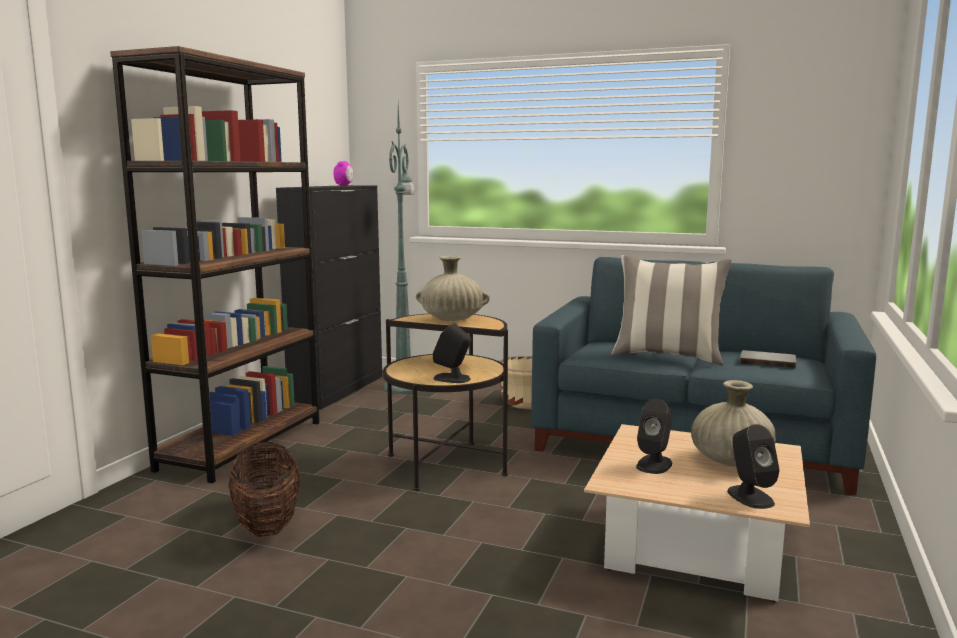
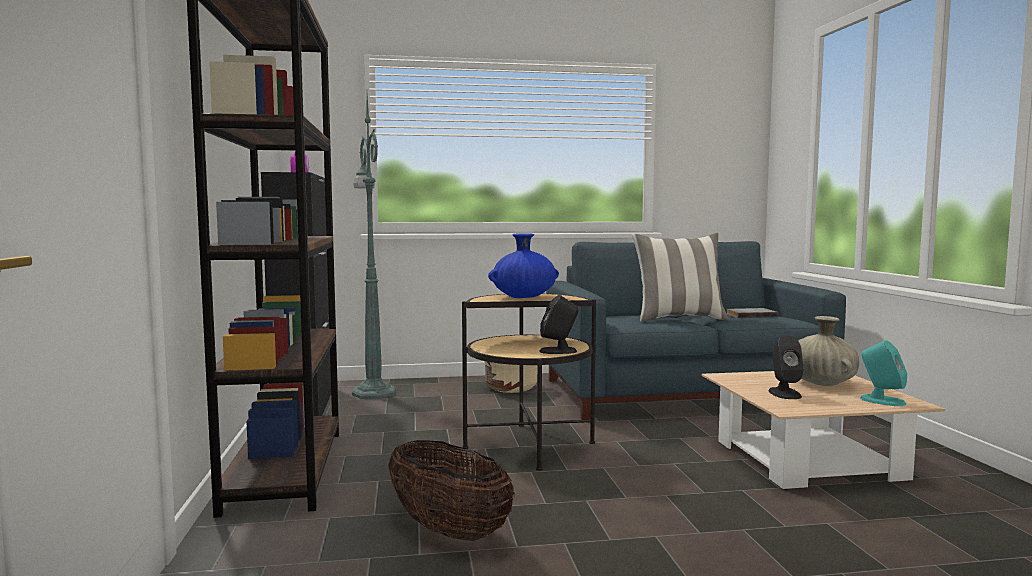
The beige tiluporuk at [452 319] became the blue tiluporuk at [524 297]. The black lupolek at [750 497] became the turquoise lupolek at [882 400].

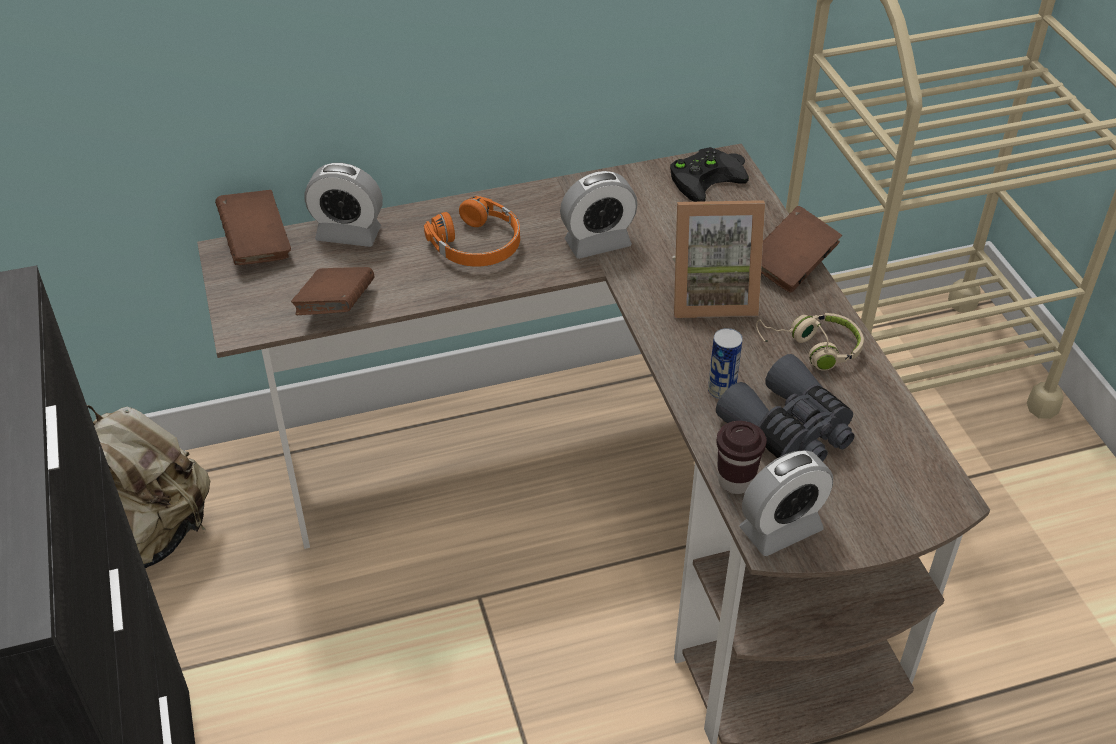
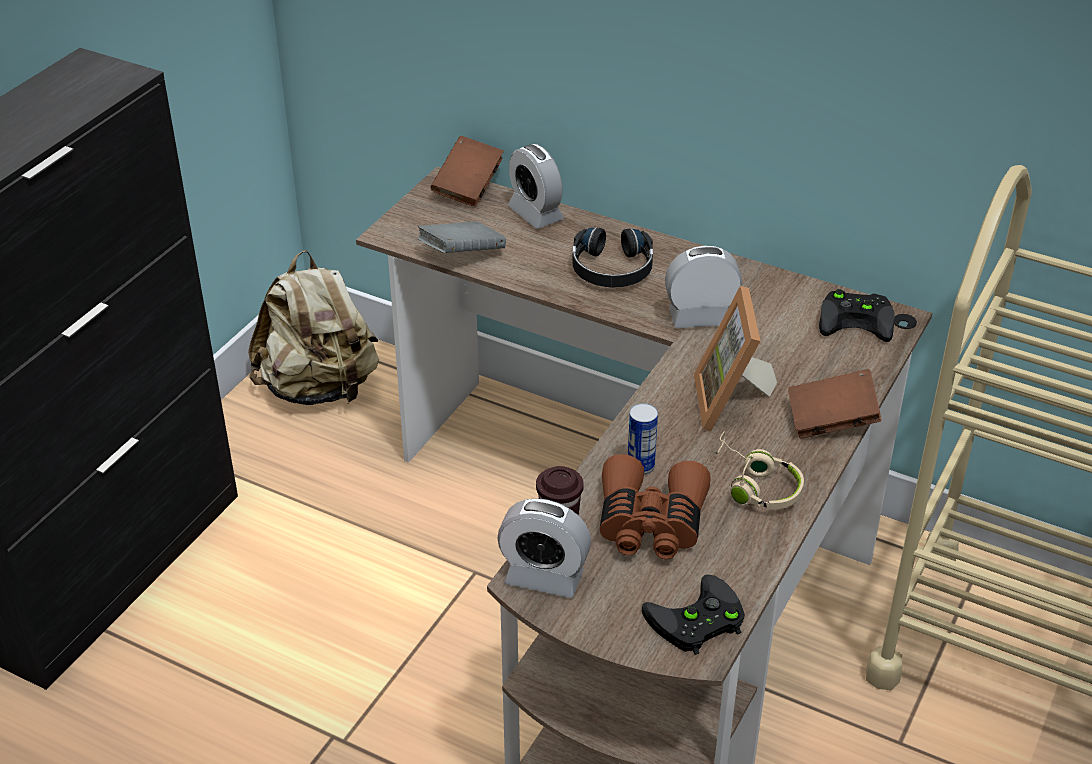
The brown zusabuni at [336 307] became the grey zusabuni at [462 254]. The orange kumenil at [477 245] became the black kumenil at [612 269]. The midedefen at [597 243] turned 150 degrees clockwise. The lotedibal at [711 295] turned 45 degrees clockwise. The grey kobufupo at [790 430] became the brown kobufupo at [650 524]. The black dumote at [695 622] appeared.

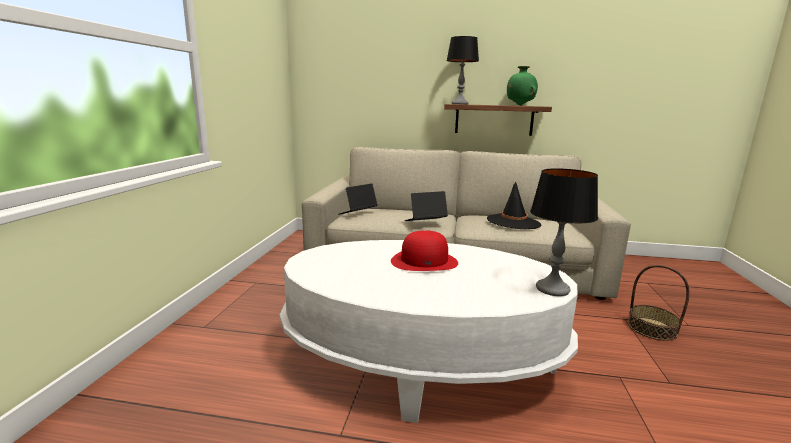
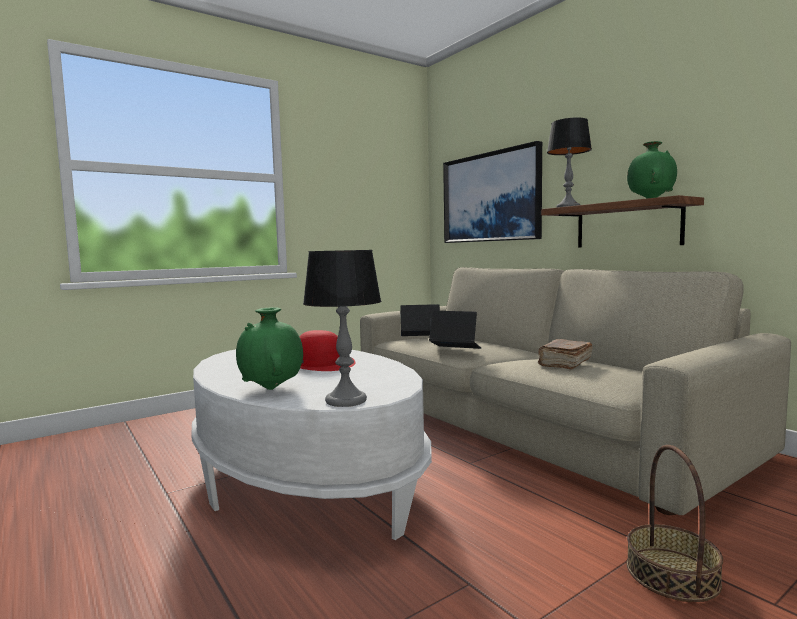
The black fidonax at [513 222] was replaced by the brown zusabuni at [564 363]. The green tiluporuk at [272 389] appeared. The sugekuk at [490 197] appeared.

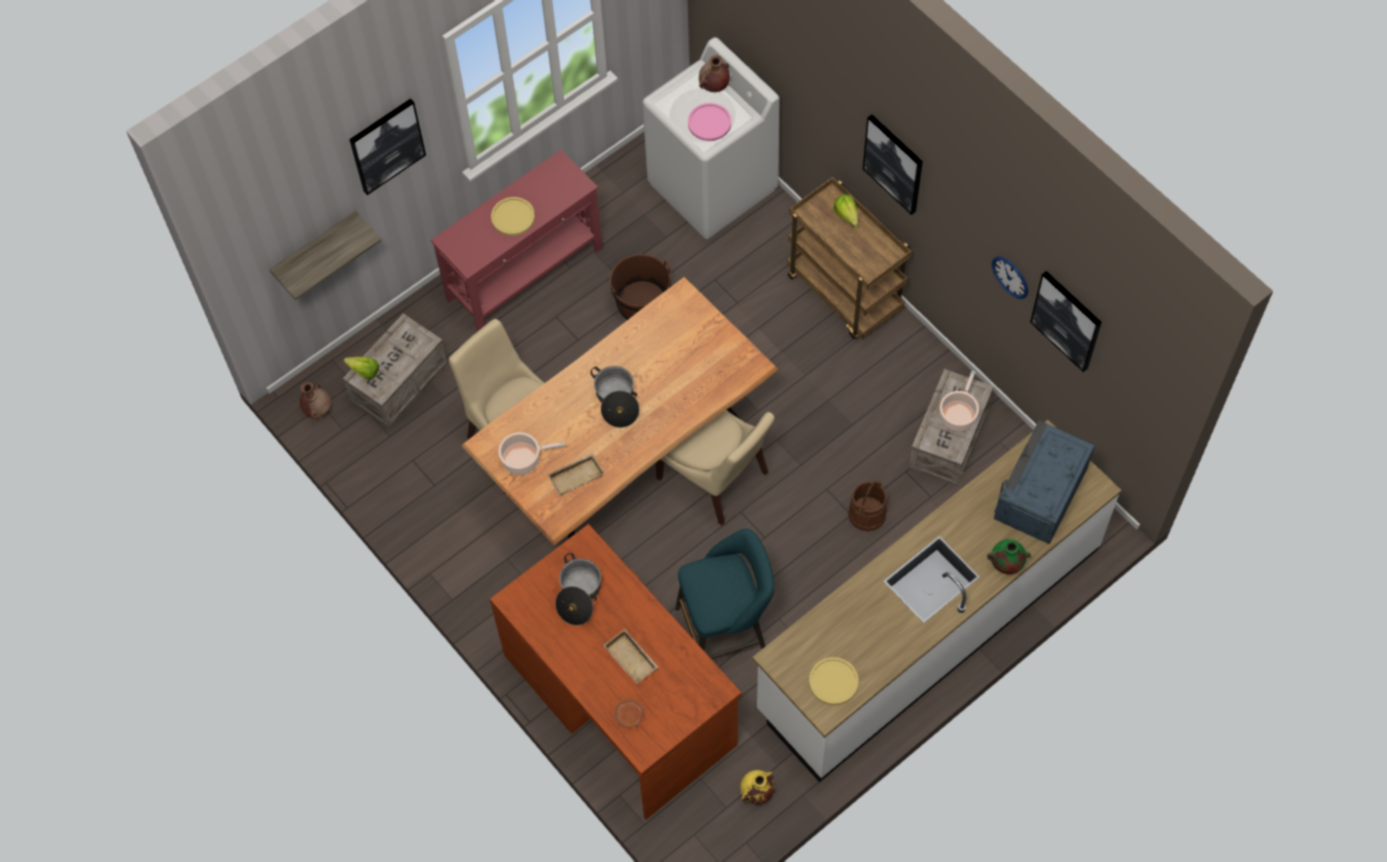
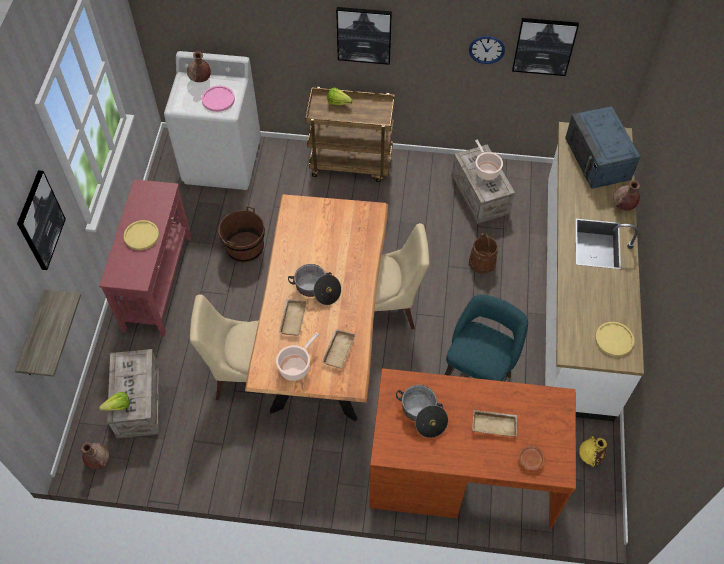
The green tiluporuk at [1006 563] became the brown tiluporuk at [623 205]. The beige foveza at [292 318] appeared.

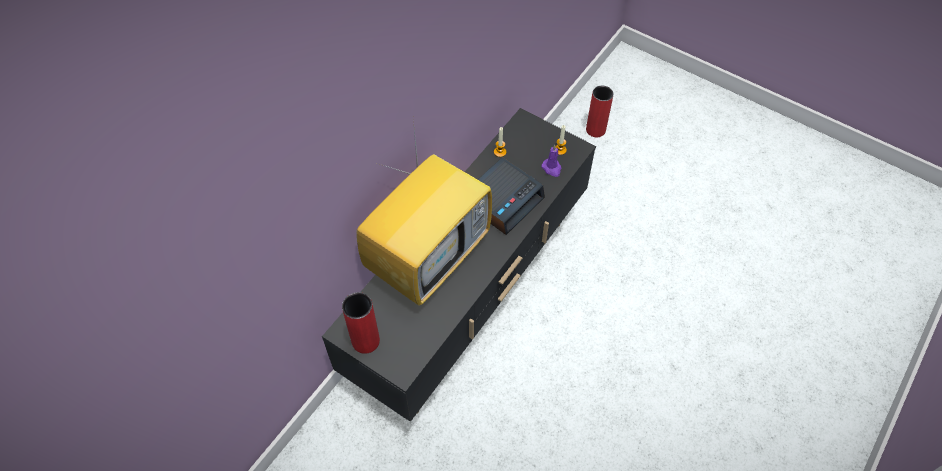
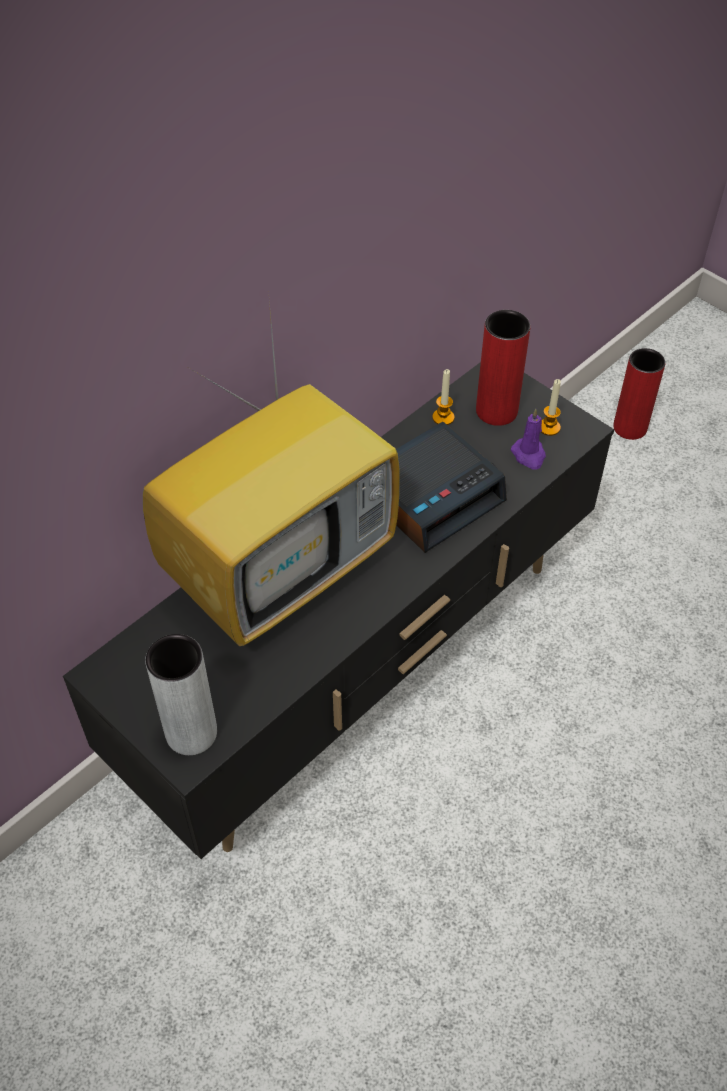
The red tiluporuk moved from [365 341] to [496 411]. The grey tiluporuk at [191 732] appeared.

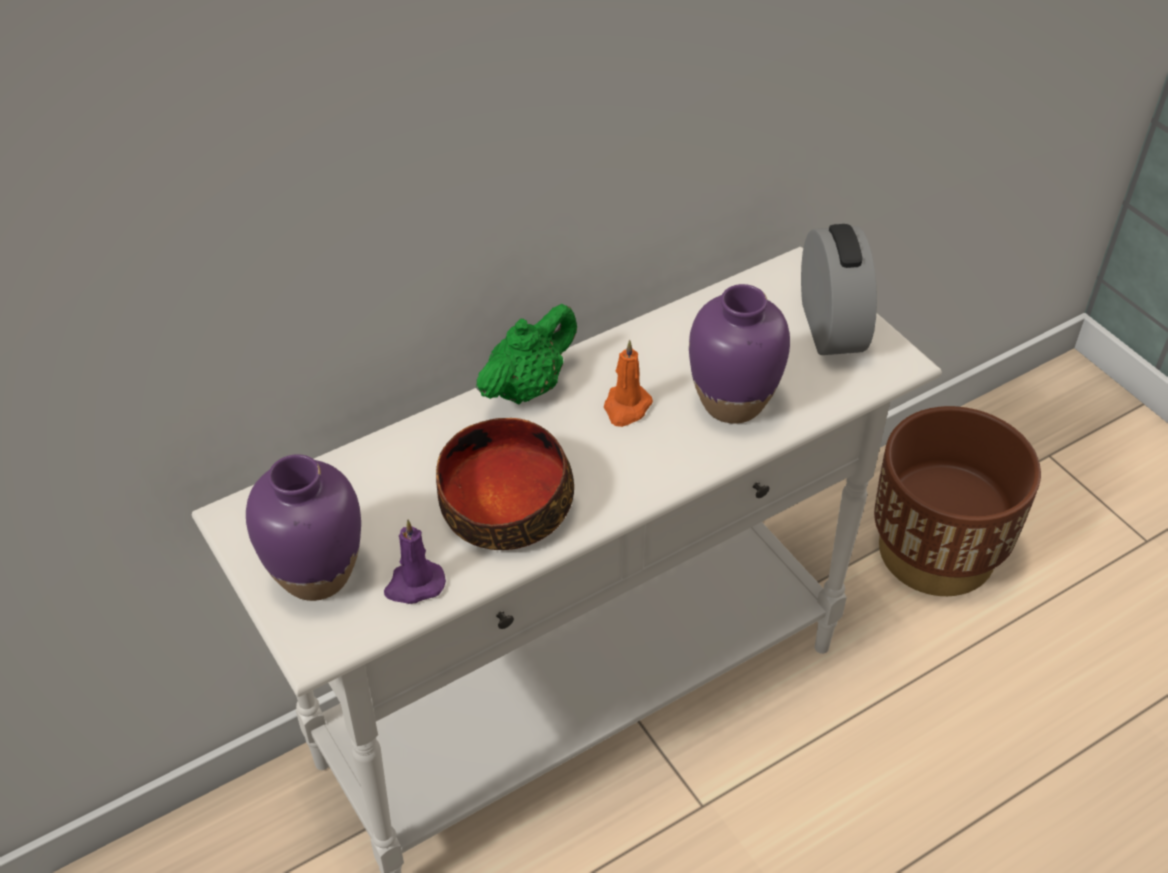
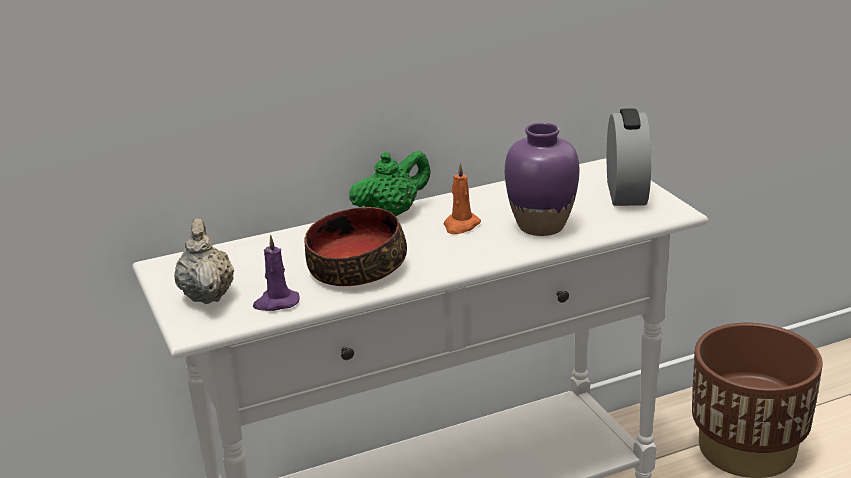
The purple tiluporuk at [315 574] was replaced by the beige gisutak at [207 294].

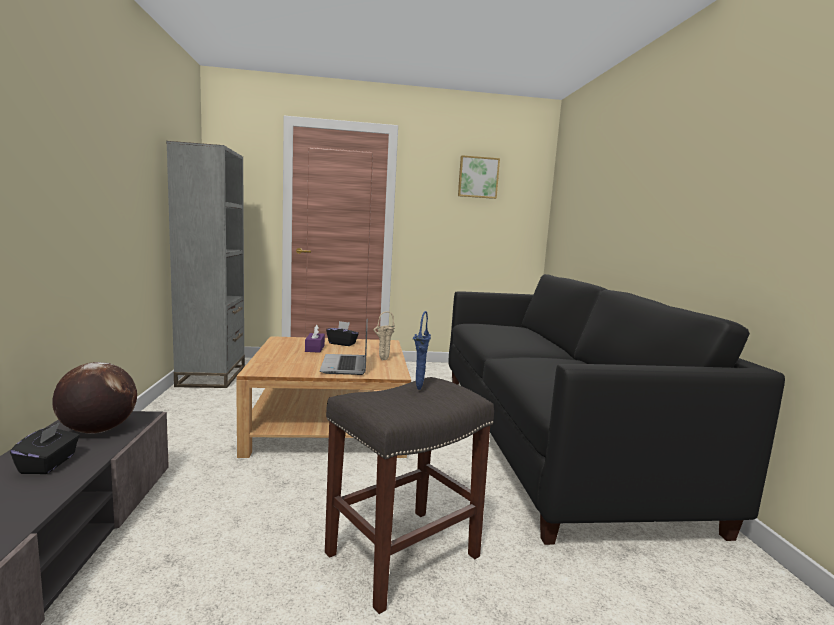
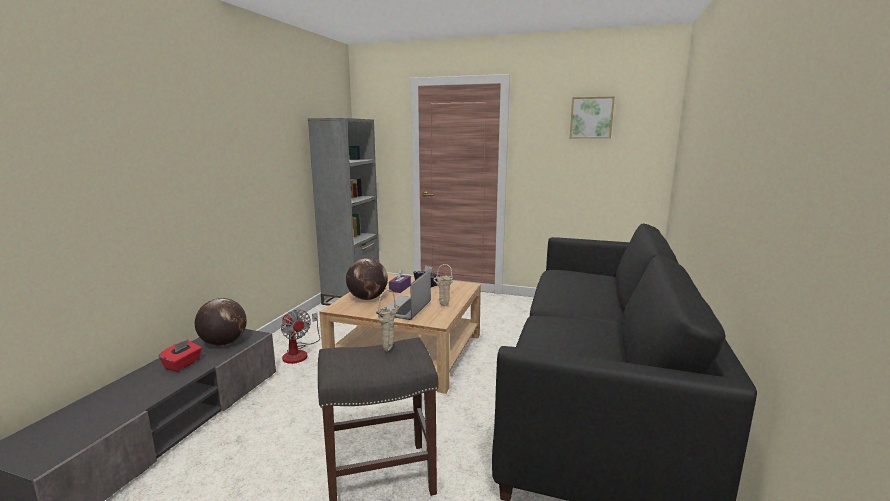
The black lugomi at [48 464] became the red lugomi at [183 364]. The blue tiluporuk at [419 388] became the beige tiluporuk at [389 349]. The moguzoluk at [299 353] appeared. The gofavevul at [367 298] appeared.

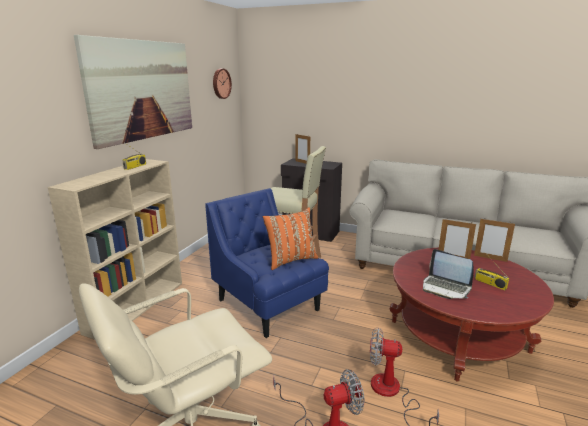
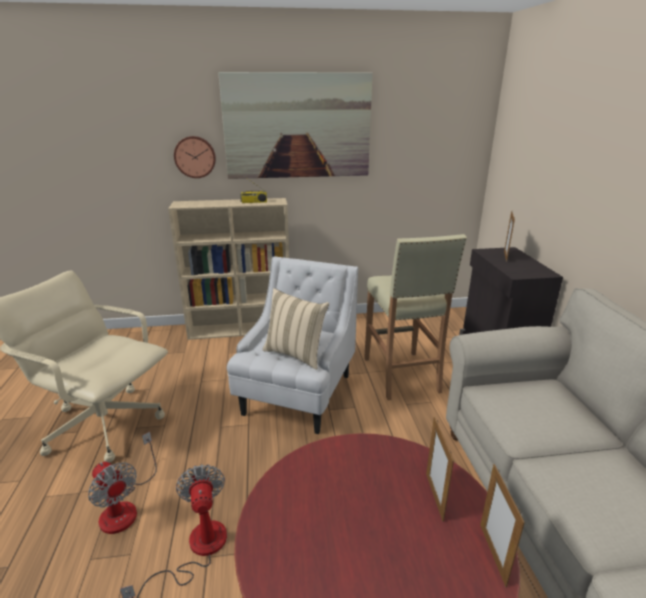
The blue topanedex at [269 305] became the white topanedex at [297 395]. The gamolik moved from [221 83] to [195 157]. The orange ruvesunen at [290 260] became the beige ruvesunen at [296 354]. The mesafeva at [445 288] disappeared. The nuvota at [489 283] disappeared.

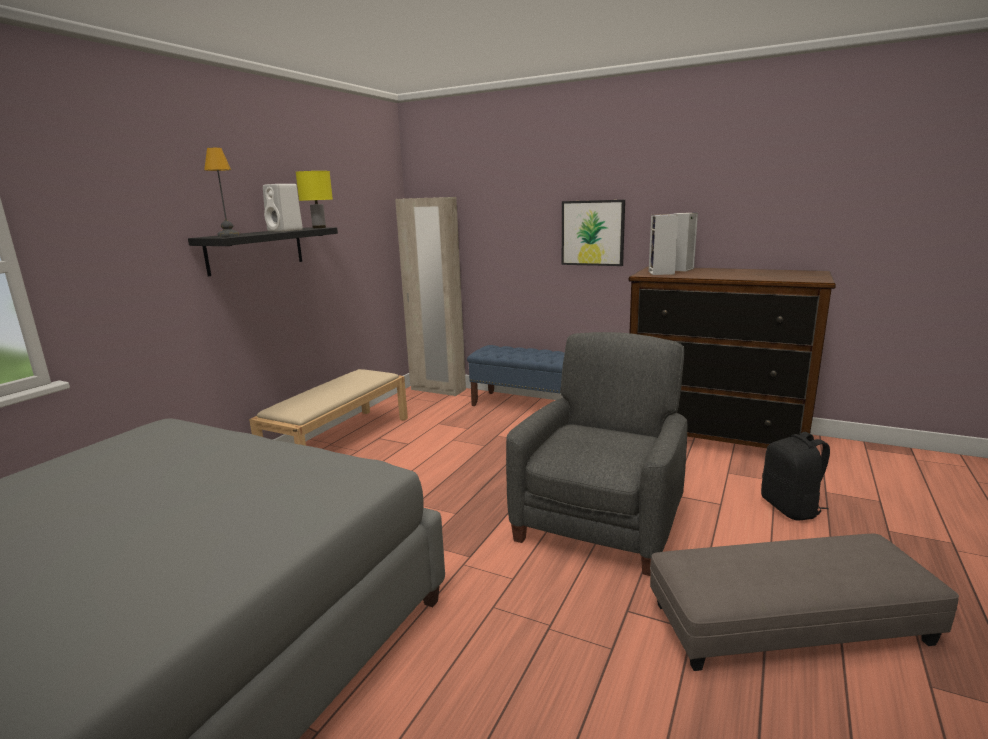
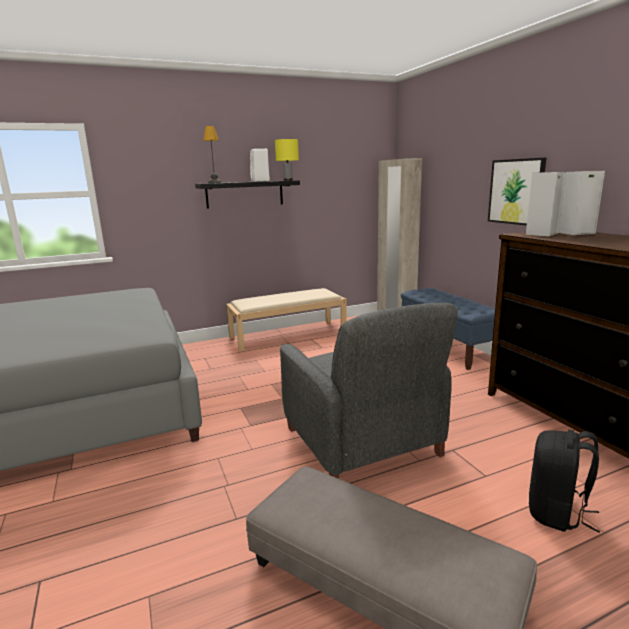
The grey topanedex at [600 521] turned 90 degrees clockwise.

